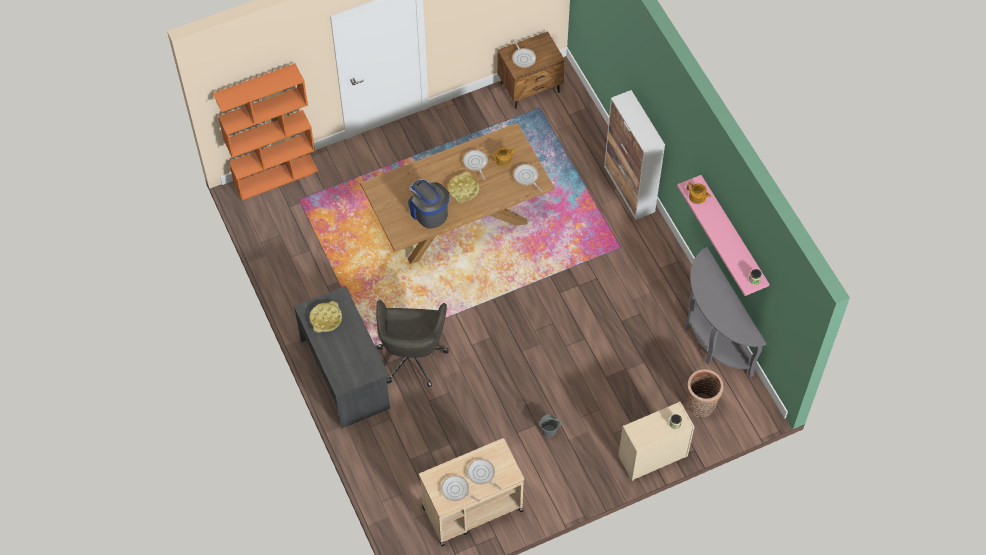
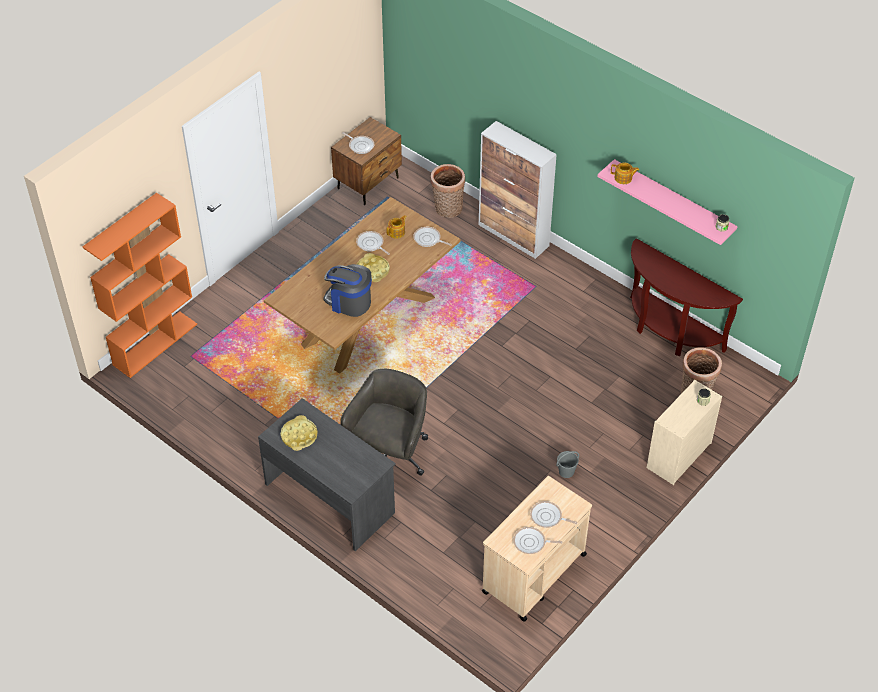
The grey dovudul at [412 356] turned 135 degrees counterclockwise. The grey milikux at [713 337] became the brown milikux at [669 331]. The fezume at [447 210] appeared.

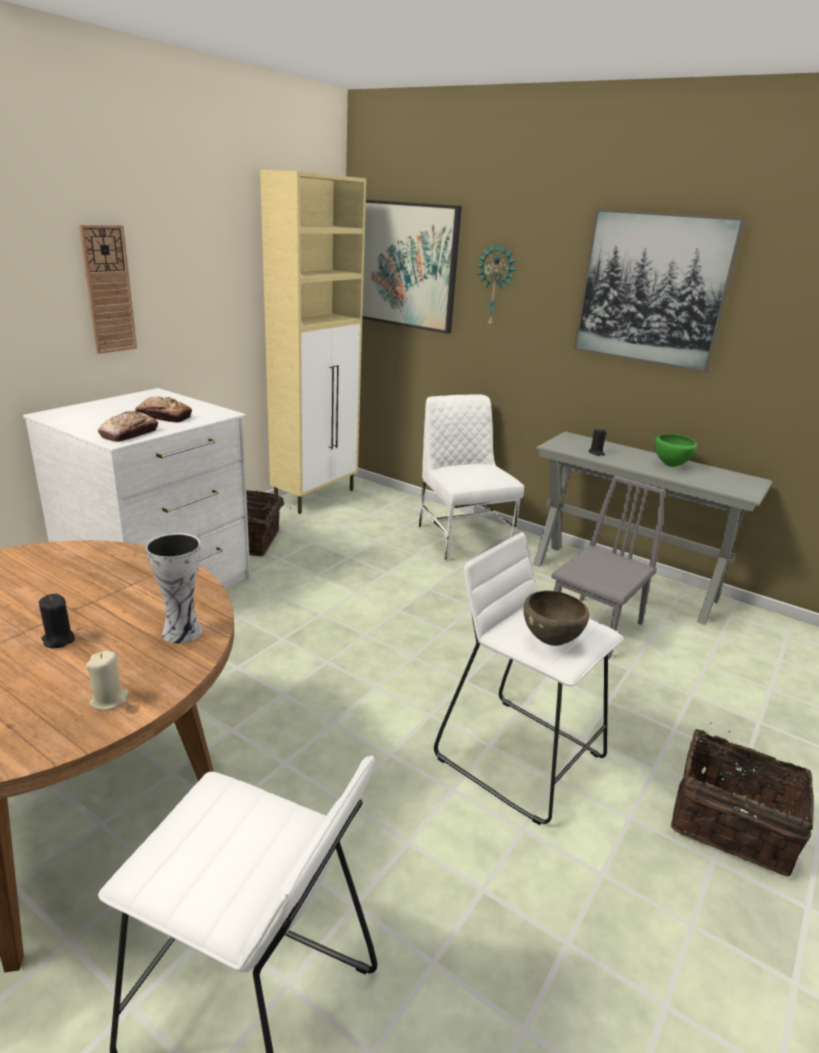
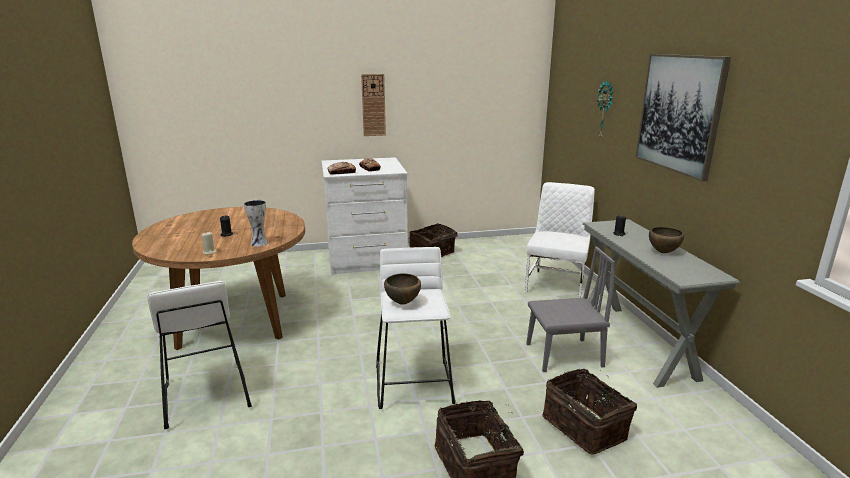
The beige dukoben at [316 496] disappeared. The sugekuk at [407 265] disappeared. The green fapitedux at [671 466] became the brown fapitedux at [663 252]. The fezume at [586 427] appeared.

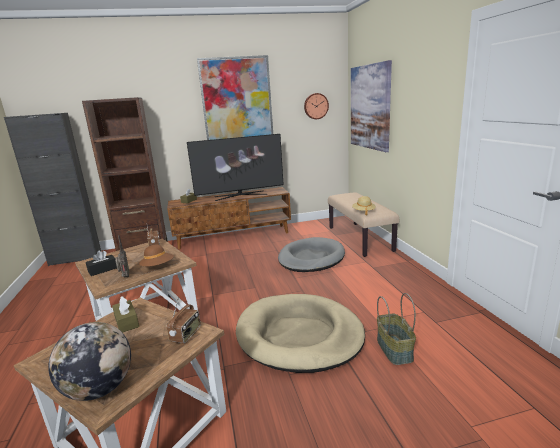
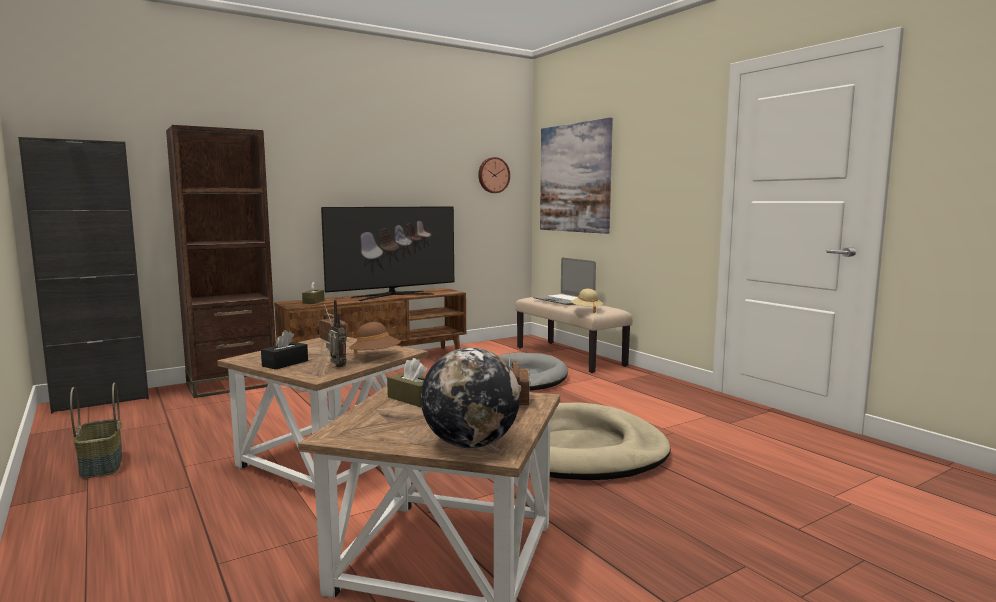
The sugekuk at [237 104] disappeared. The fezume moved from [395 349] to [102 465]. The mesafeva at [564 300] appeared.

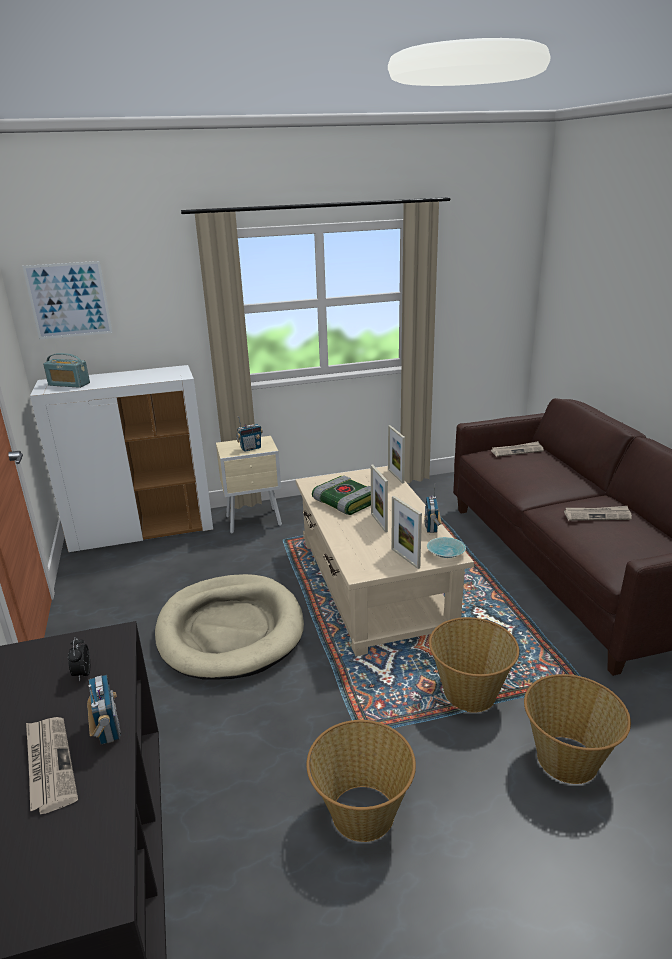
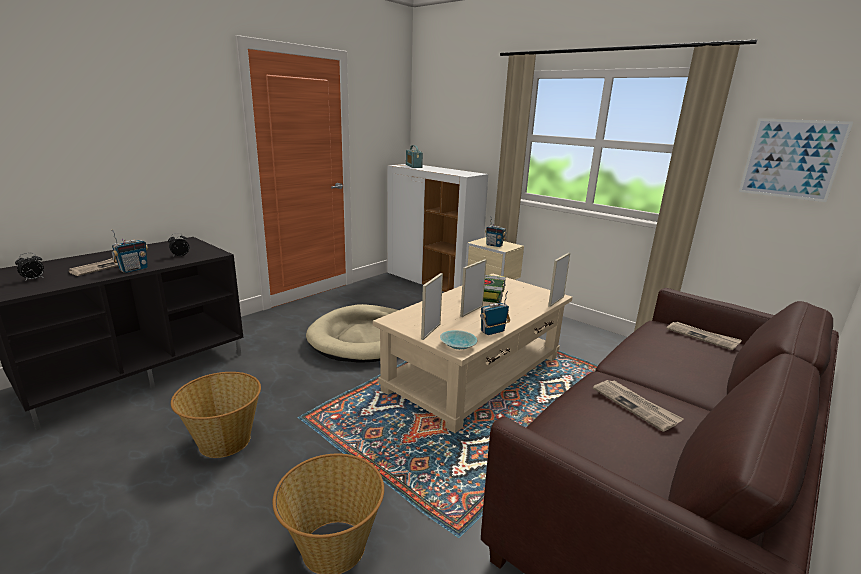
The sugekuk moved from [69 300] to [791 159]. The fezume at [469 692] disappeared. The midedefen at [34 279] appeared.

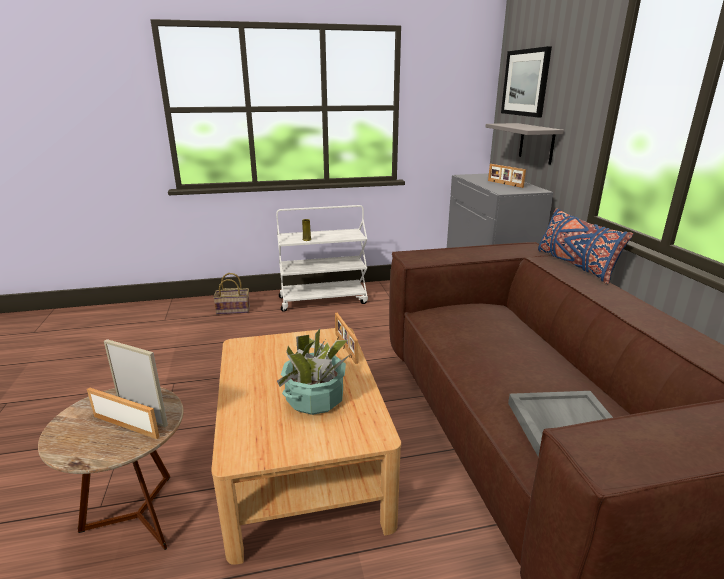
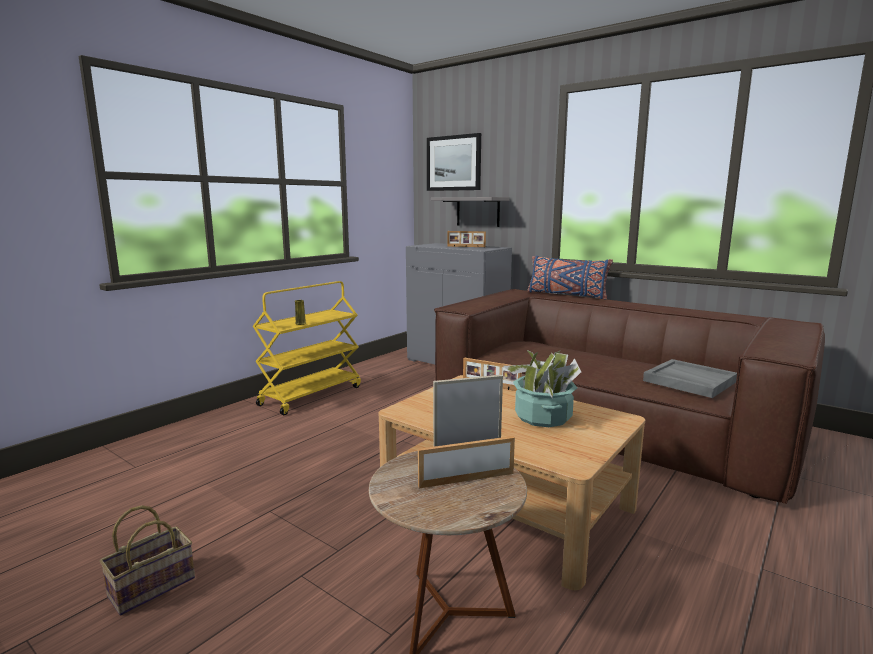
The fezume moved from [234 309] to [153 585]. The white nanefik at [323 300] became the yellow nanefik at [311 395].

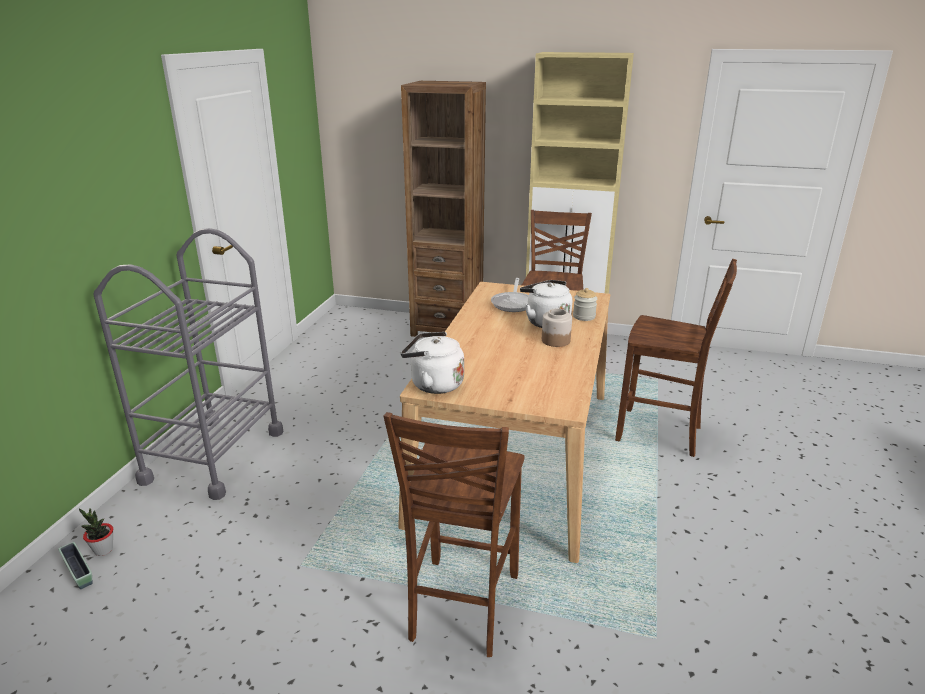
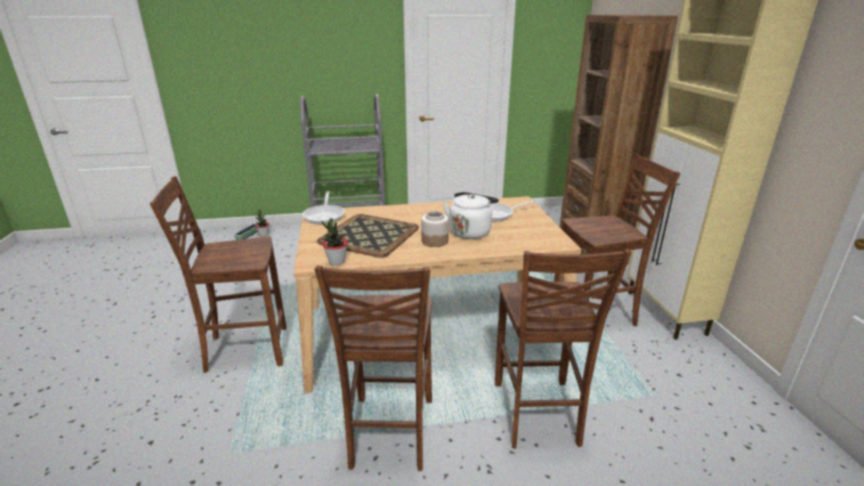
The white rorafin at [433 384] was replaced by the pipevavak at [325 215]. The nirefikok at [584 316] disappeared. The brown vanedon at [389 434] appeared. The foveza at [369 235] appeared. The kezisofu at [336 262] appeared.

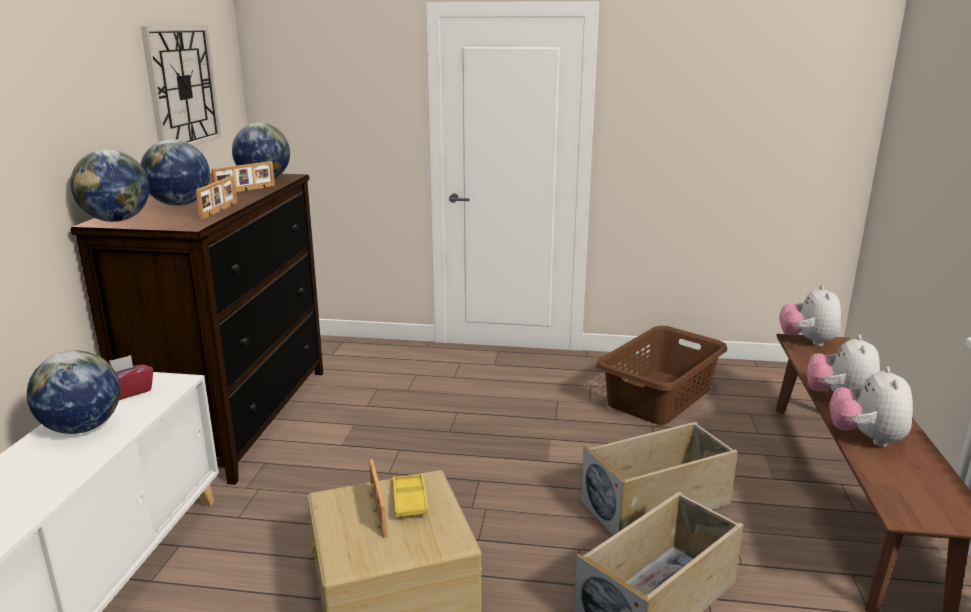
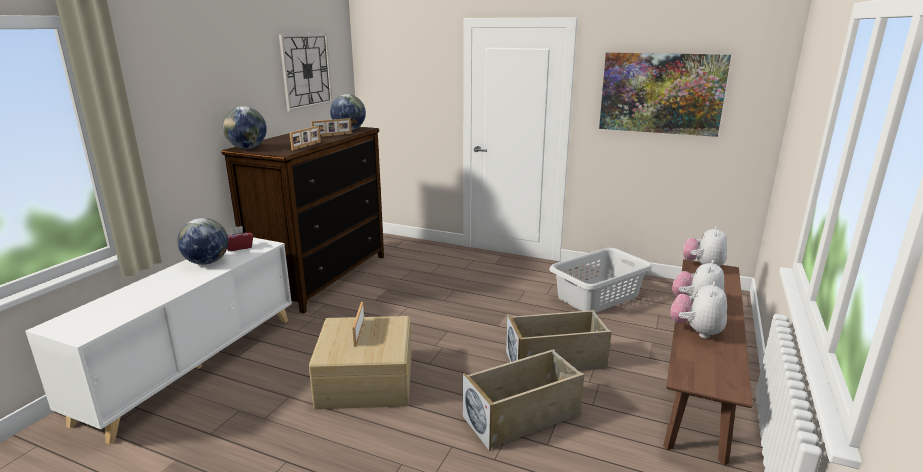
The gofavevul at [179 204] disappeared. The yellow foveza at [410 500] disappeared. The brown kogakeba at [660 397] became the grey kogakeba at [598 297]. The sugekuk at [661 93] appeared.

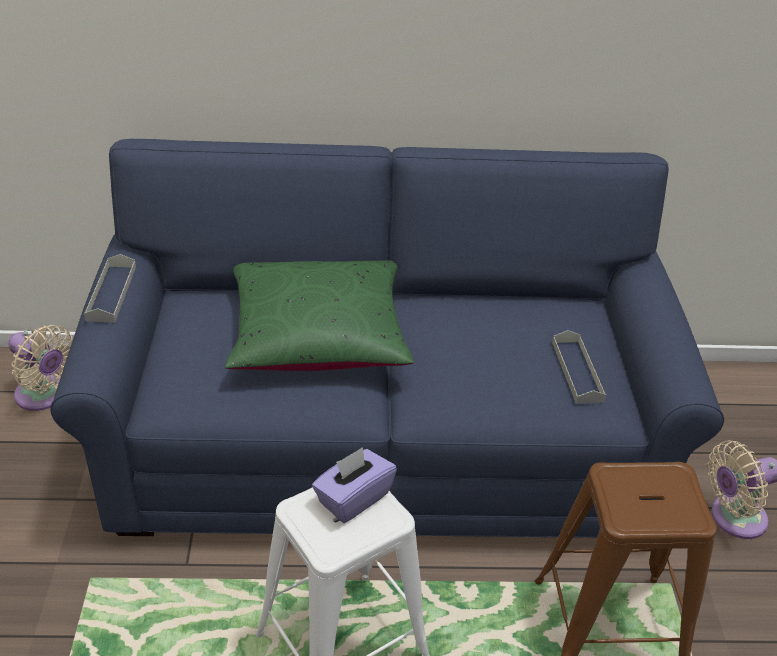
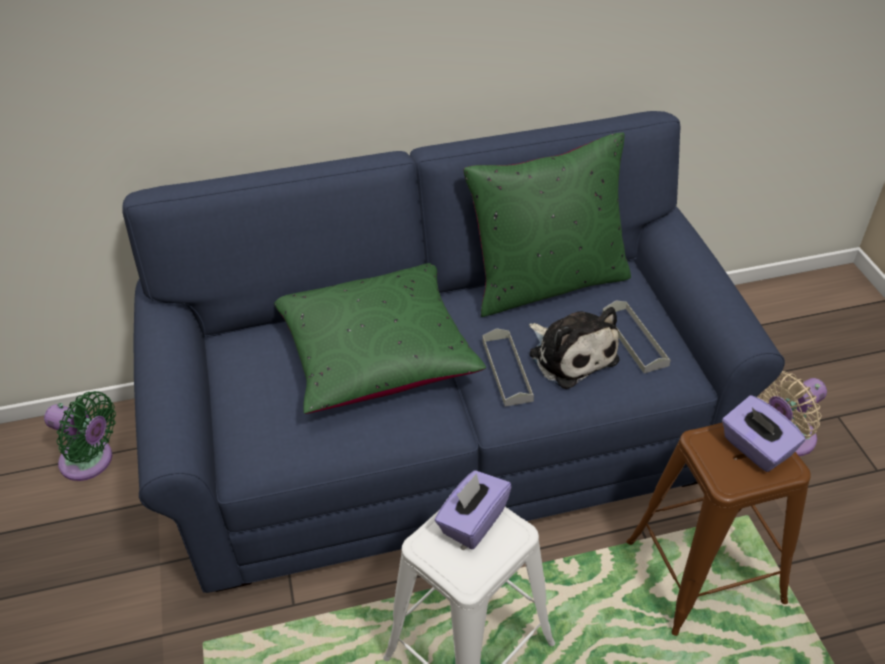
The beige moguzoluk at [44 396] became the green moguzoluk at [91 461]. The grey foveza moved from [111 293] to [507 370]. The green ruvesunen at [547 282] appeared. The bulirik at [570 354] appeared. The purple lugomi at [755 448] appeared.

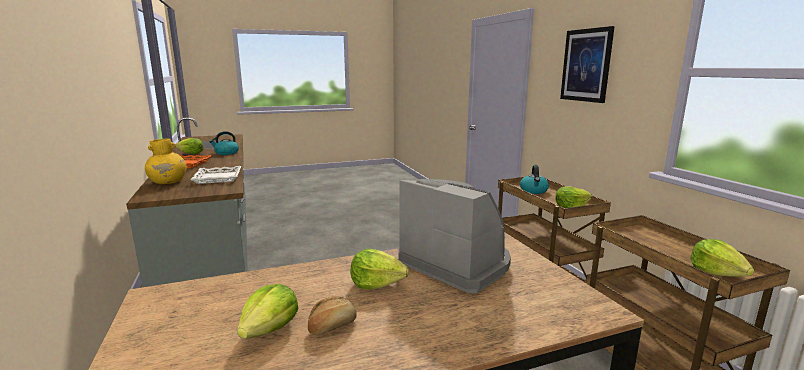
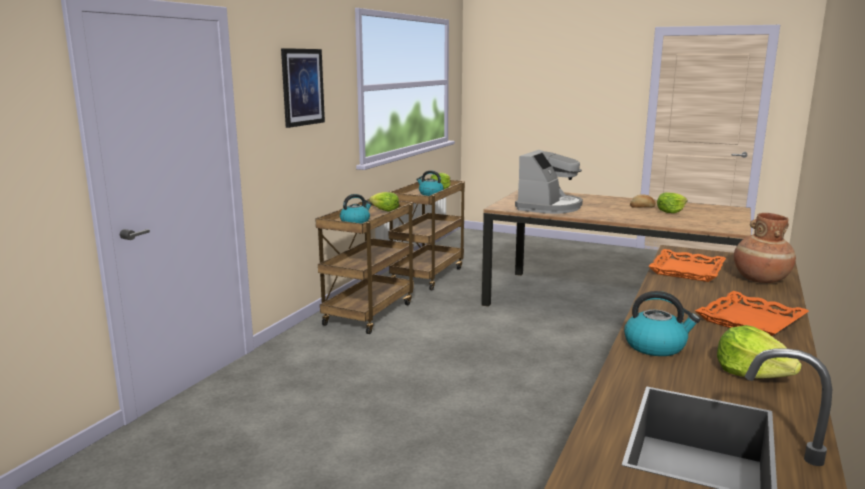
The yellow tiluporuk at [168 182] became the brown tiluporuk at [760 279]. The white foveza at [218 178] became the orange foveza at [686 270]. The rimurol at [377 283] disappeared. The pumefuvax at [456 263] turned 150 degrees counterclockwise. The rorafin at [430 194] appeared.

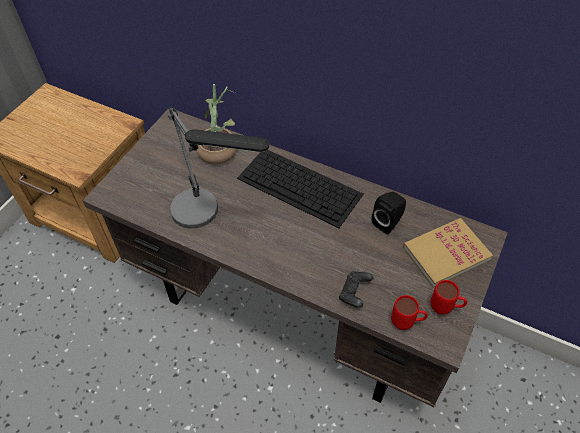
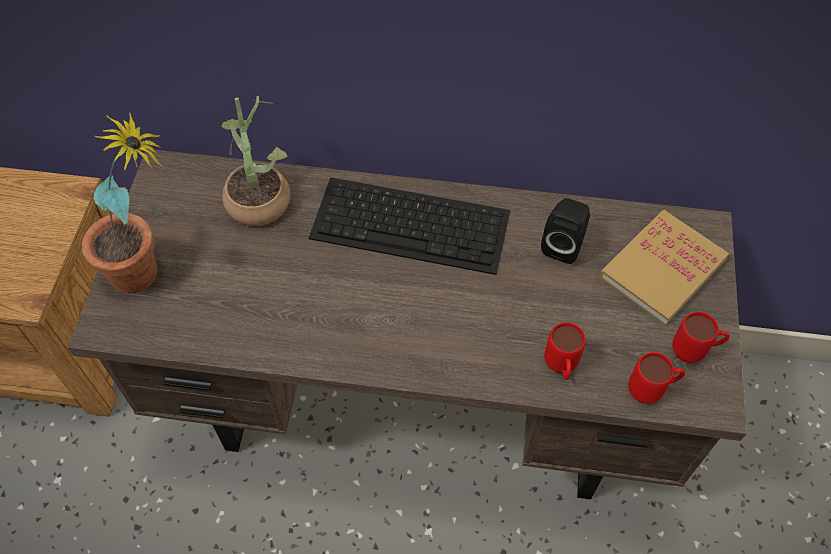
The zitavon at [208 213] disappeared. The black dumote at [354 293] was replaced by the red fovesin at [560 369]. The kezisofu at [149 272] appeared.

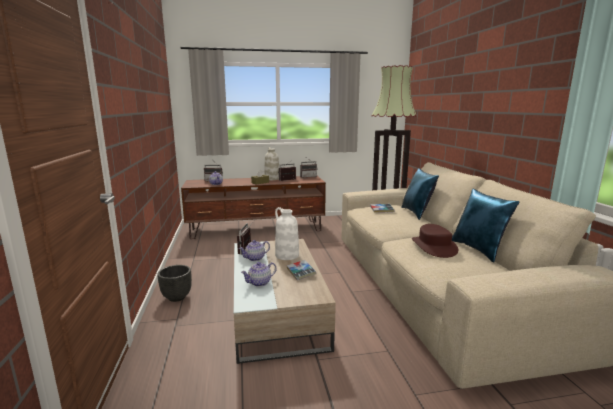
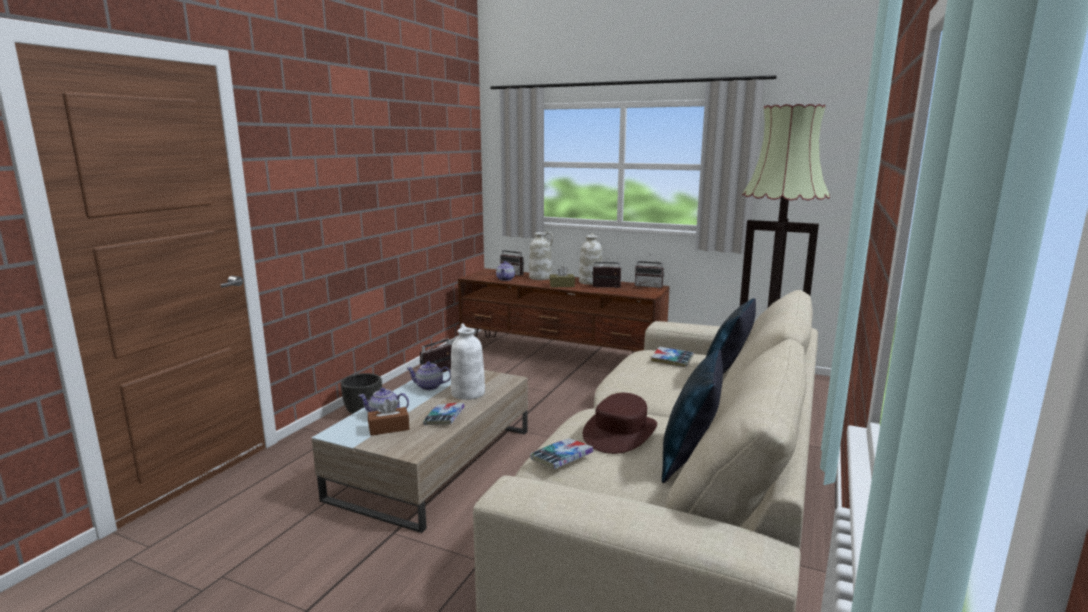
The brown lugomi at [389 428] appeared. The white tiluporuk at [541 277] appeared. The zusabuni at [561 458] appeared.

